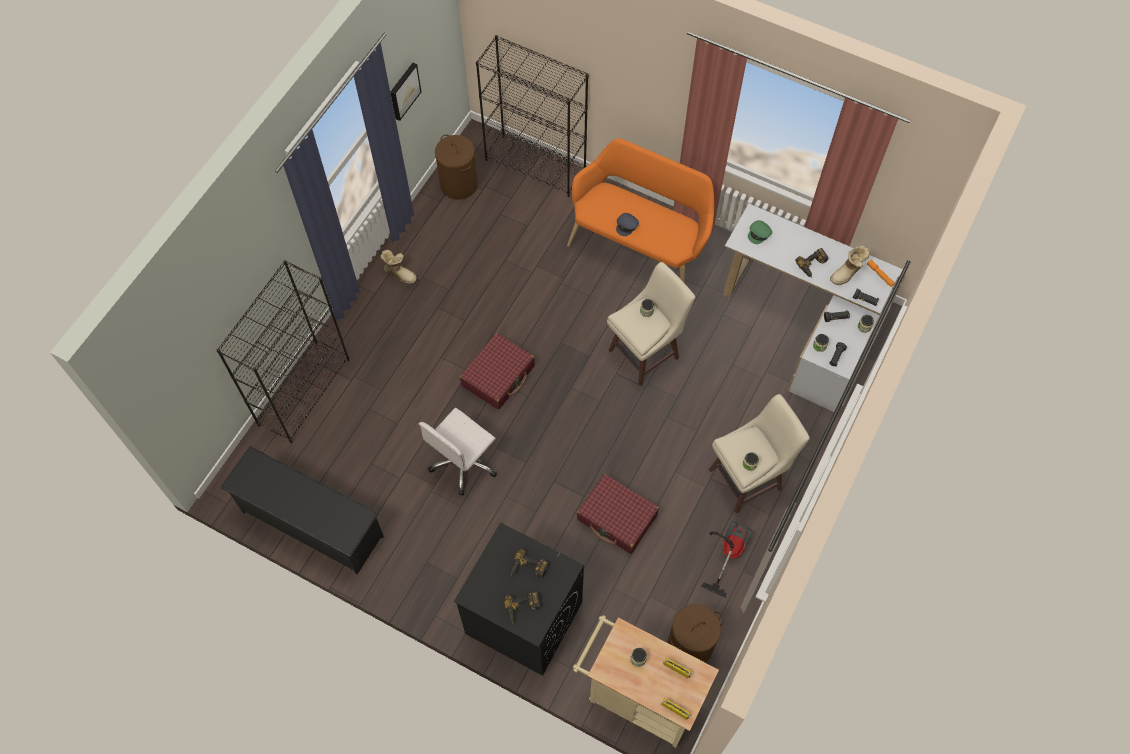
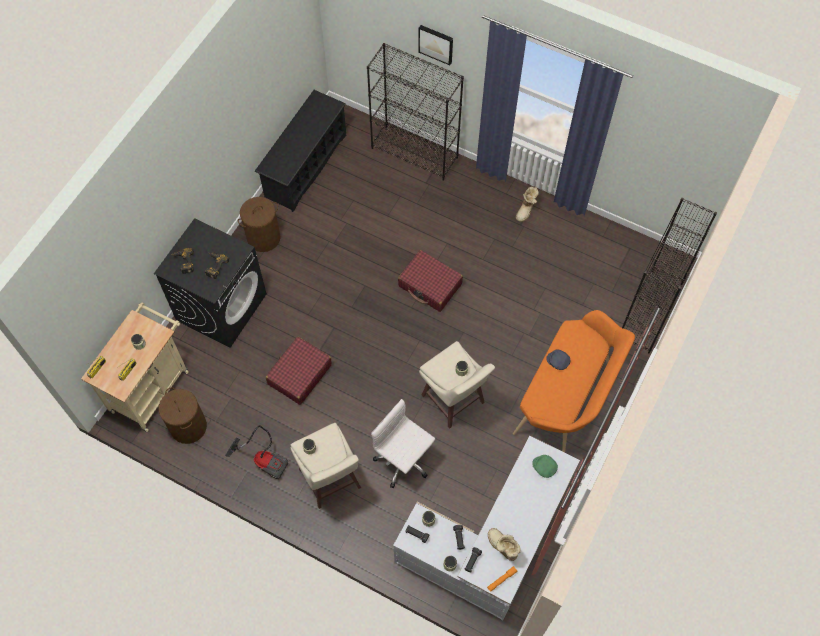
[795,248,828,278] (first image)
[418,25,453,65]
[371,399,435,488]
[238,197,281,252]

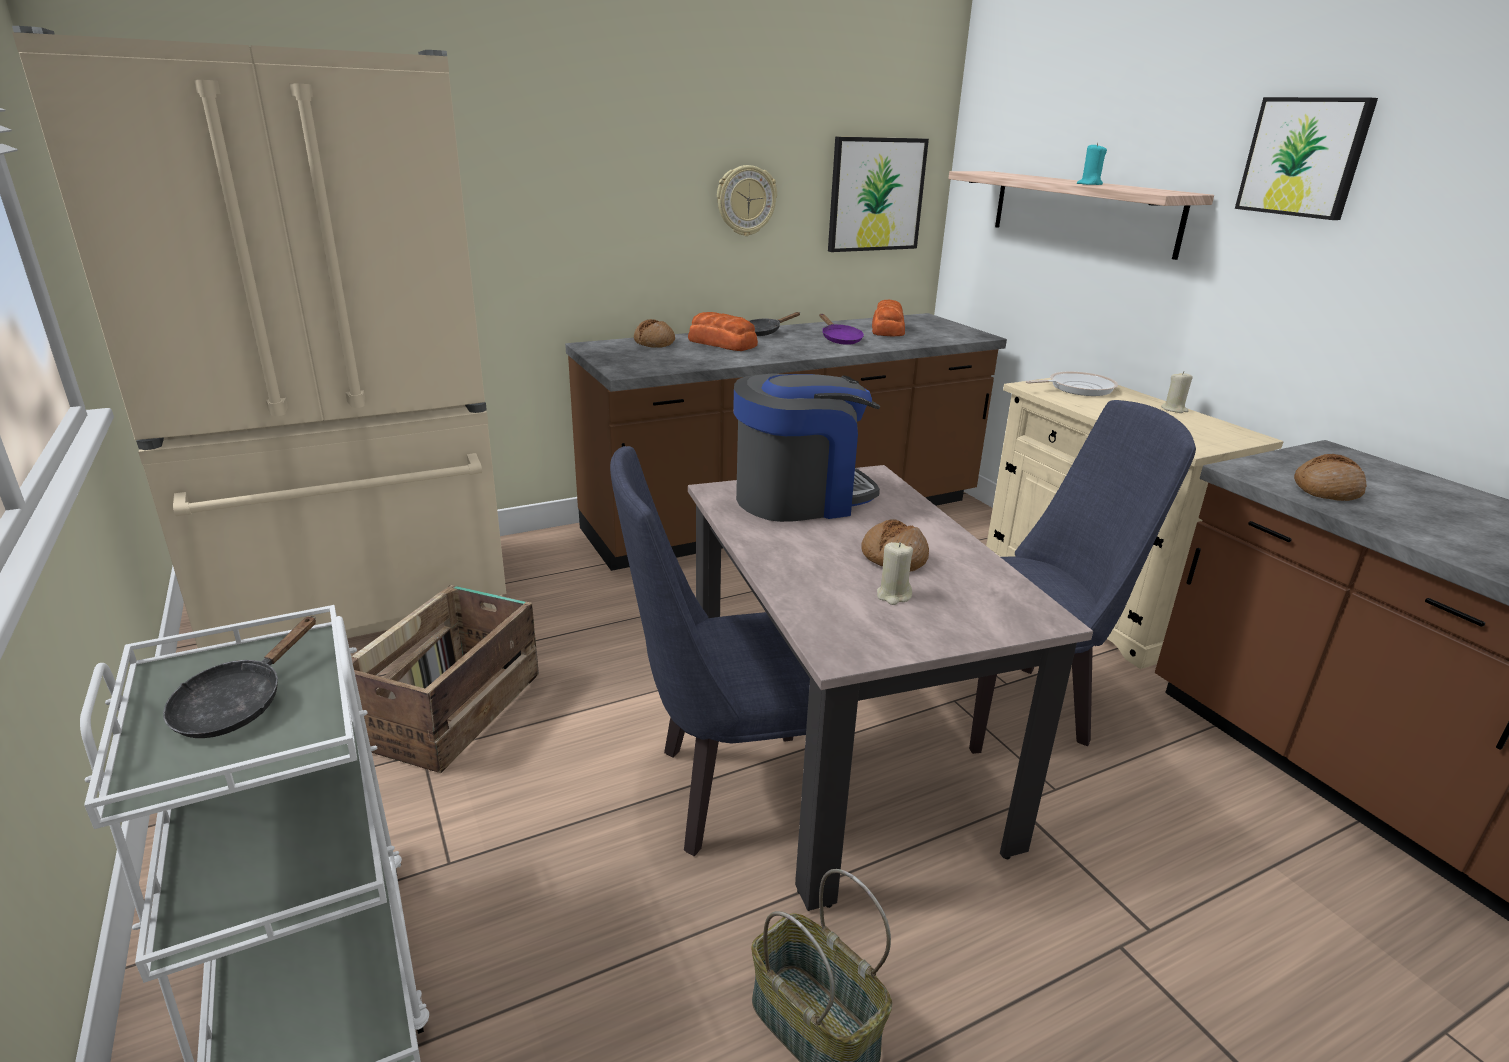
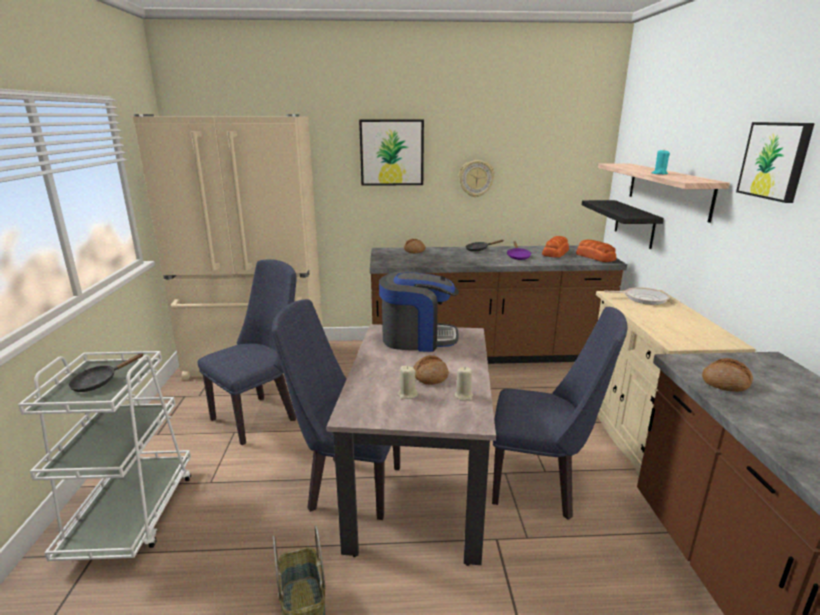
[582,200,664,249]
[576,240,616,262]
[359,119,424,186]
[455,367,473,401]
[198,259,297,445]

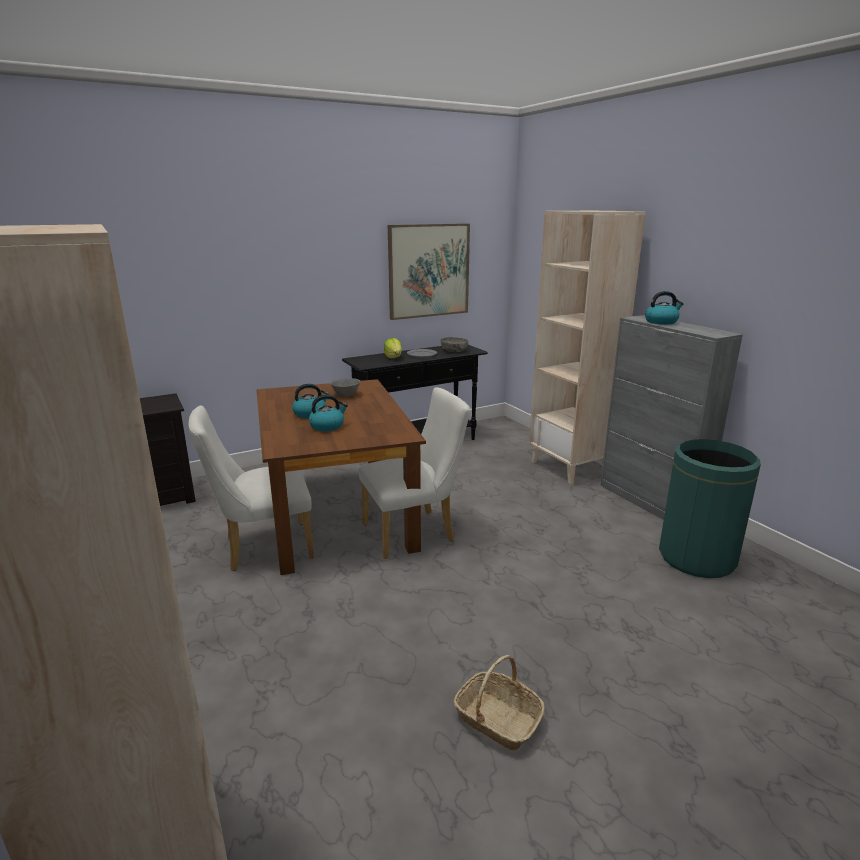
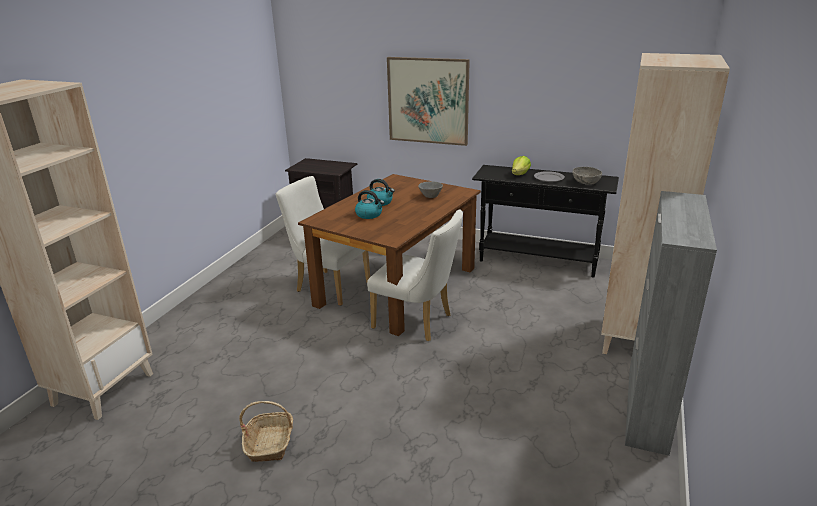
[645,291,684,325] (first image)
[659,439,761,578] (first image)
[387,57,470,146]

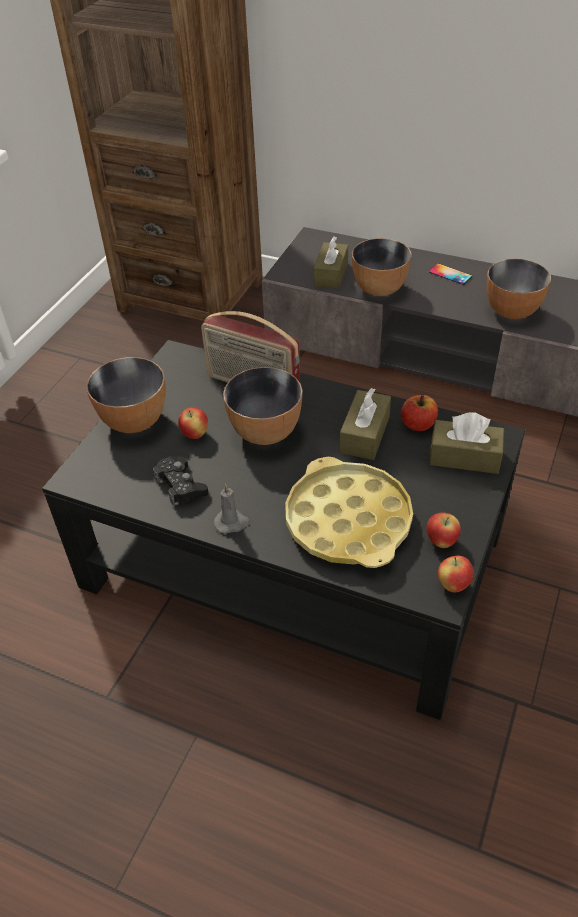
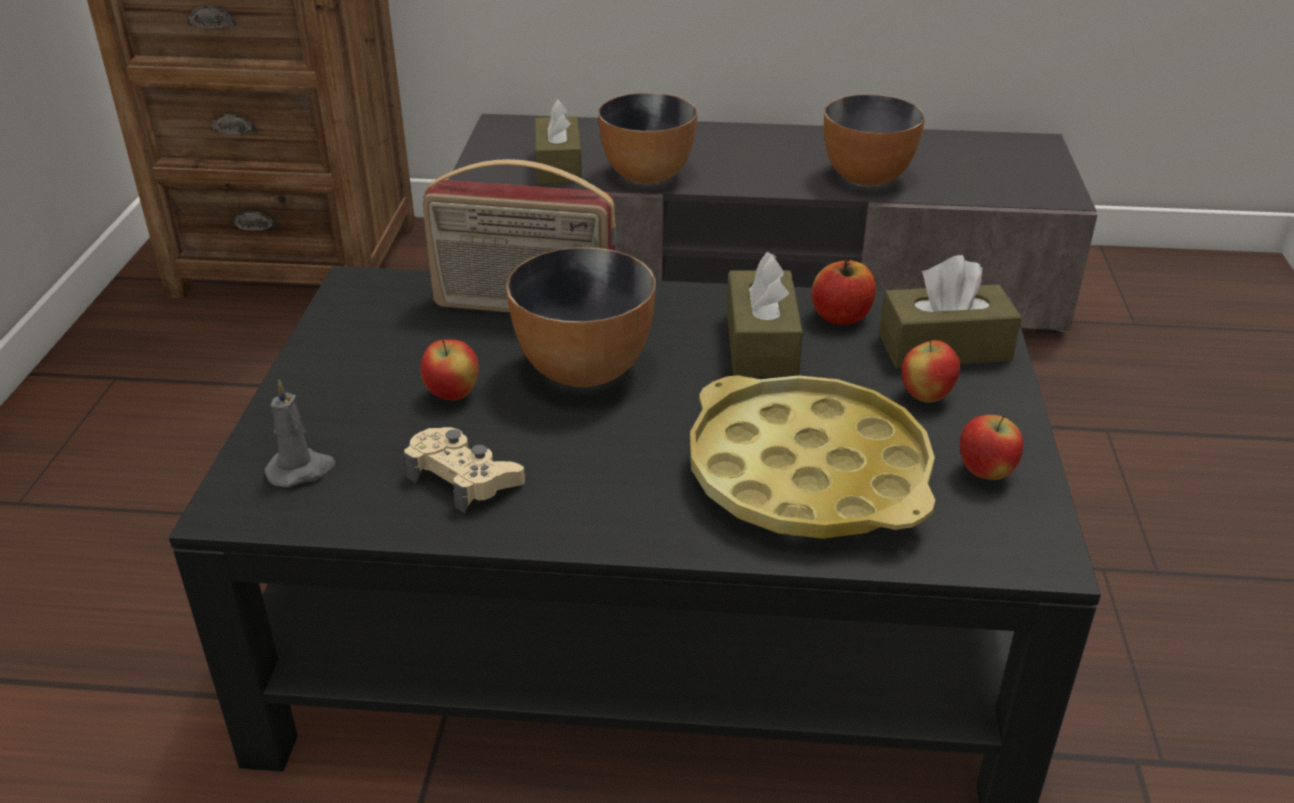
[86,357,166,433] (first image)
[429,263,472,285] (first image)
[265,379,335,487]
[902,337,961,402]
[404,427,525,513]

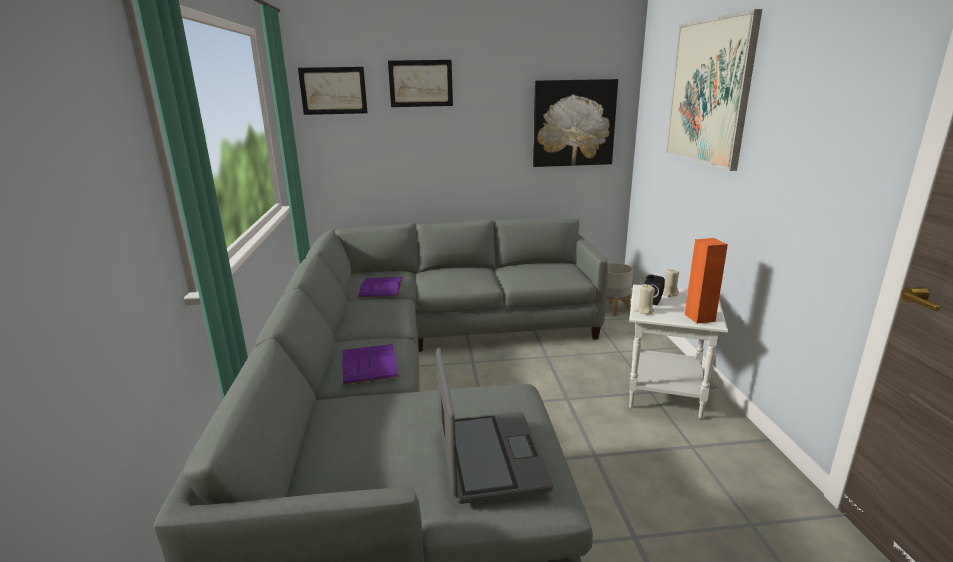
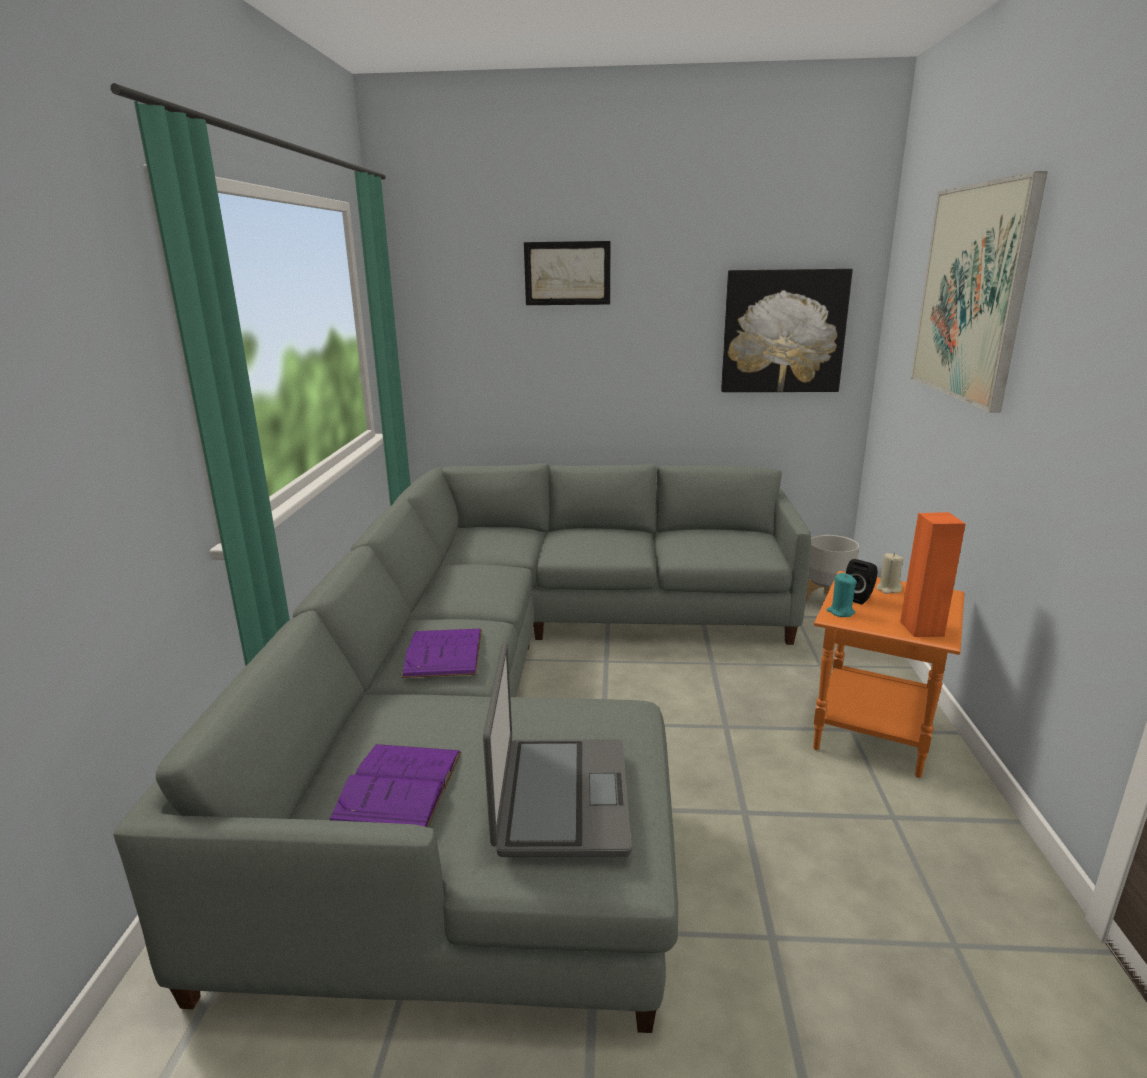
[298,67,368,115] (first image)
[330,744,461,827]
[813,571,965,778]
[827,573,857,617]

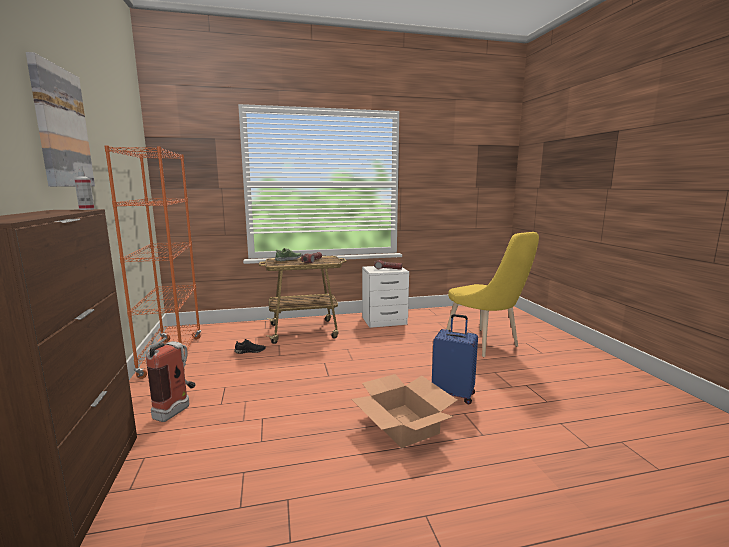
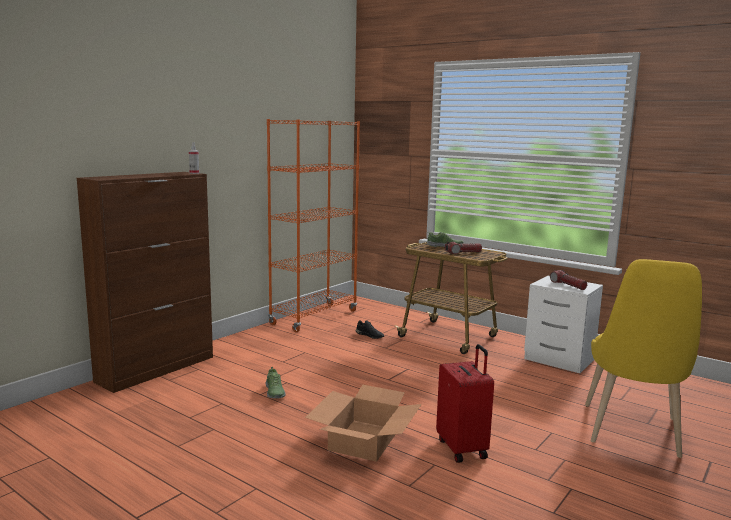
[26,52,95,187] (first image)
[146,338,195,422] (first image)
[265,367,285,399]
[436,344,494,463]

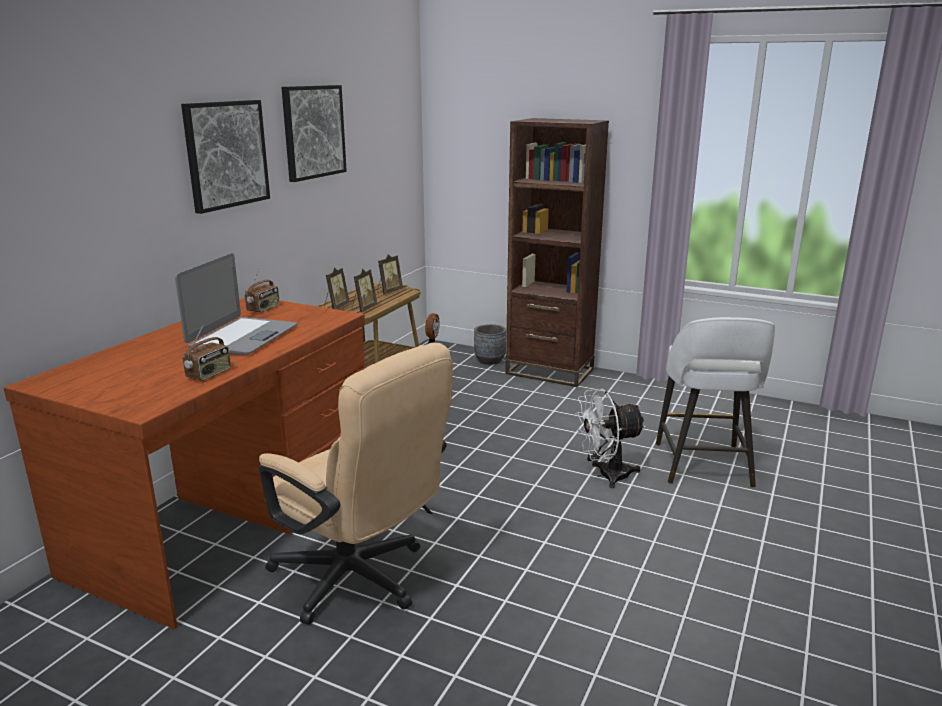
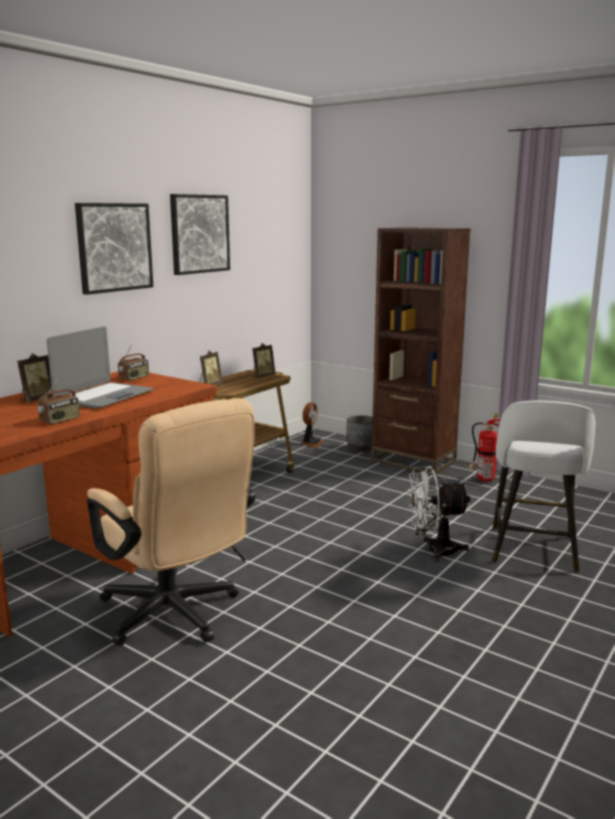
[468,414,501,482]
[17,353,52,403]

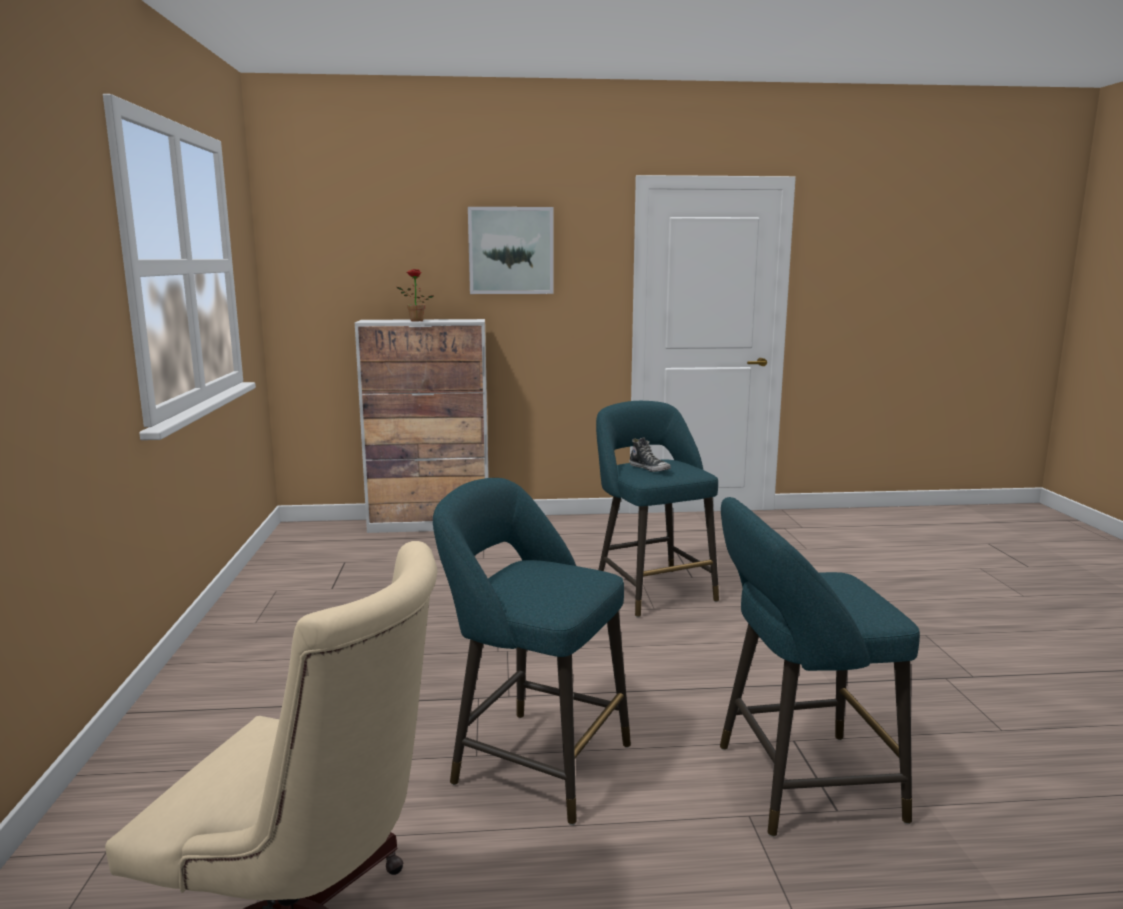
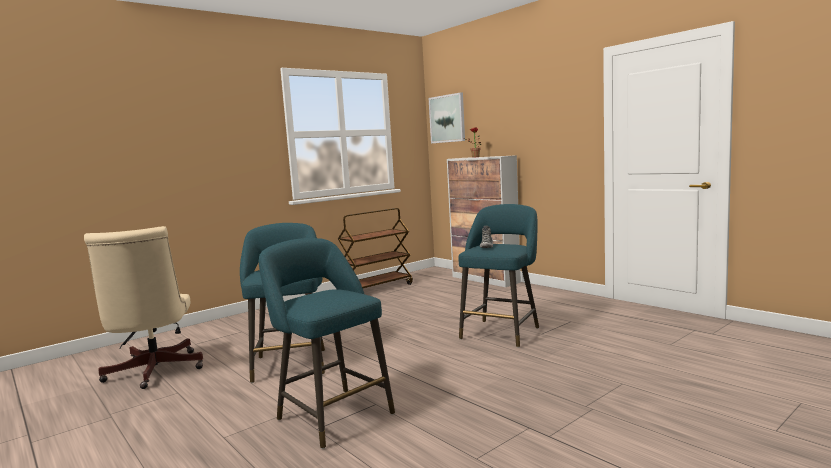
[338,208,413,288]
[429,92,465,143]

